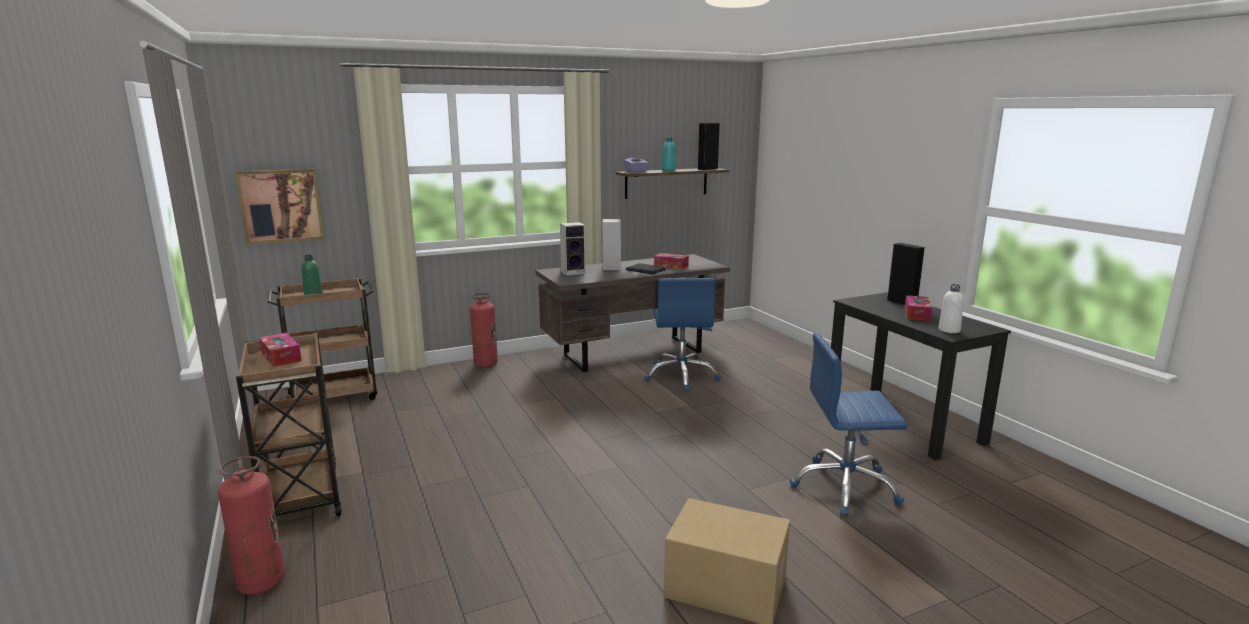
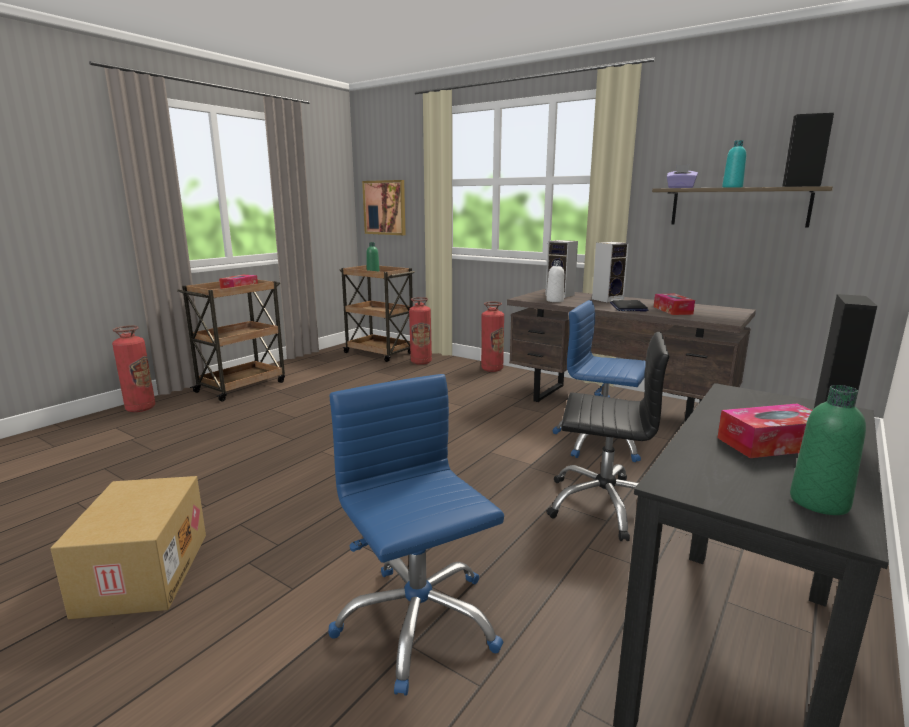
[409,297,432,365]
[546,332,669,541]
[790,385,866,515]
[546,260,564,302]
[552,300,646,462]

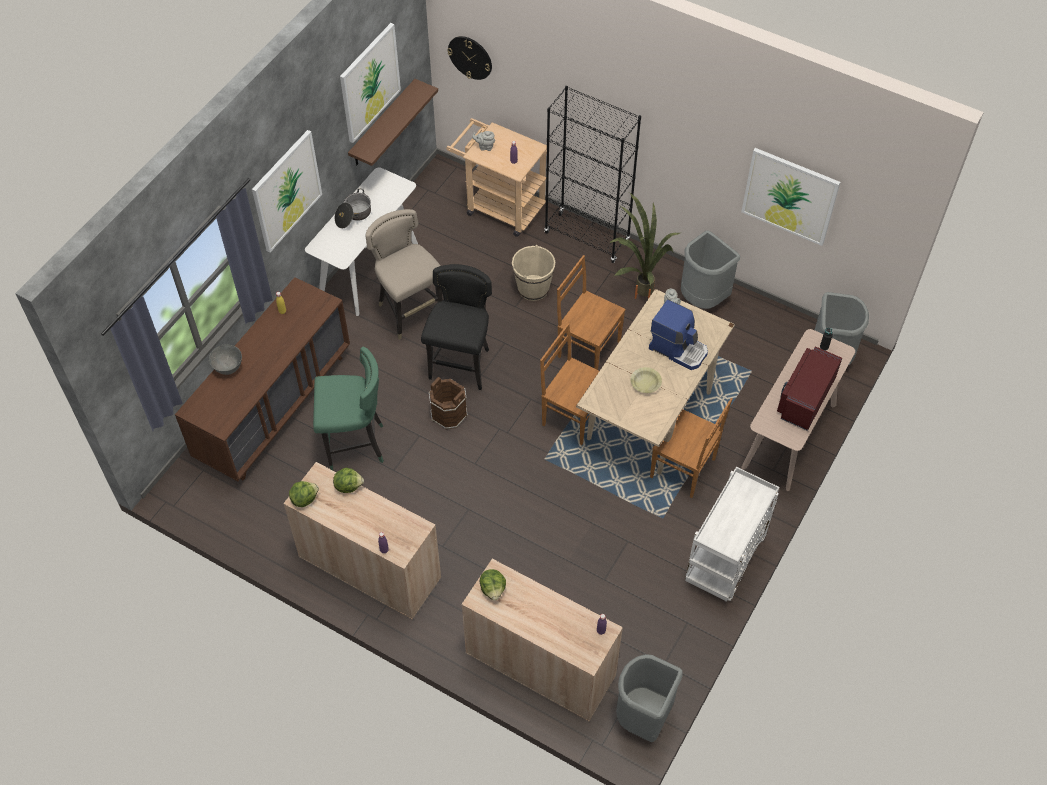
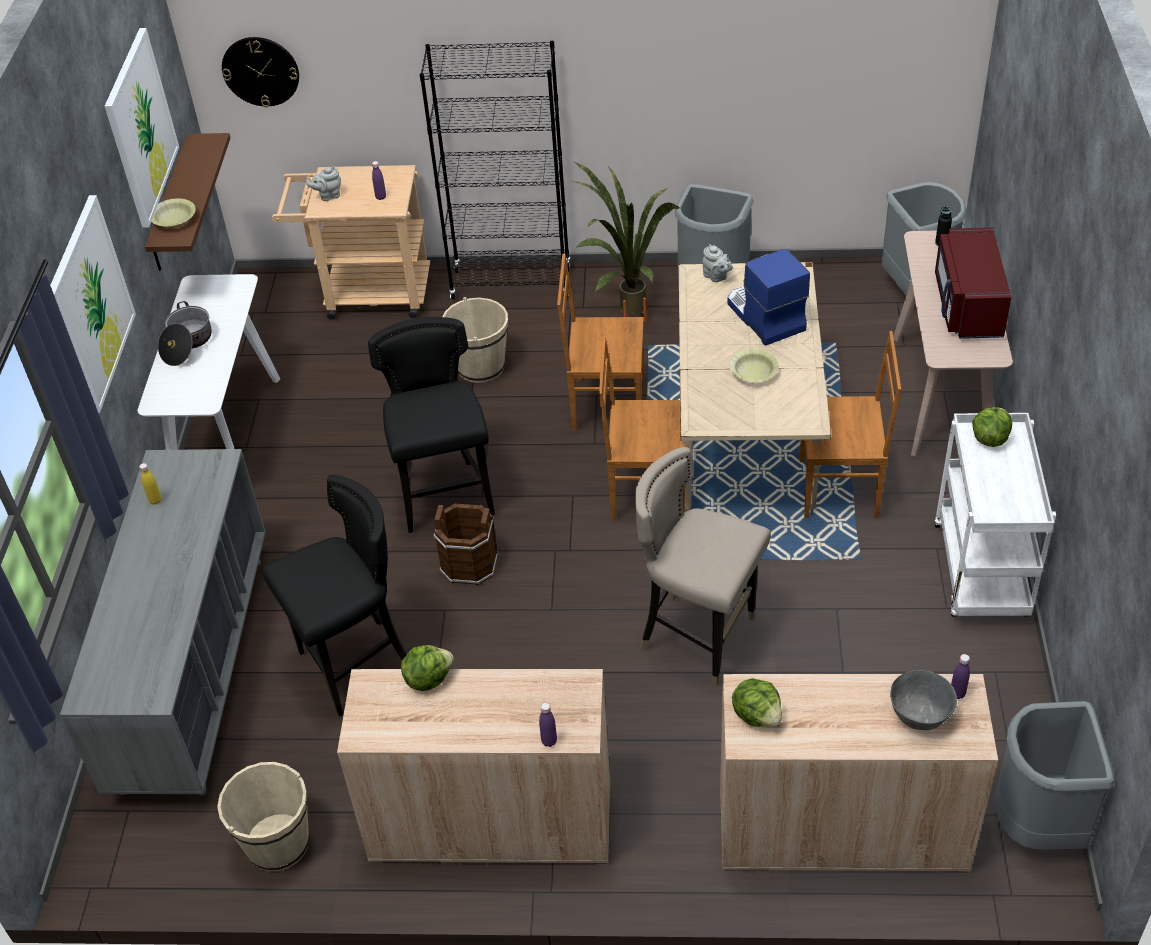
[741,148,840,246] (first image)
[151,198,196,227]
[217,762,309,871]
[890,670,957,730]
[972,407,1012,447]
[635,447,771,687]
[60,449,266,795]
[262,475,407,716]
[727,249,810,346]

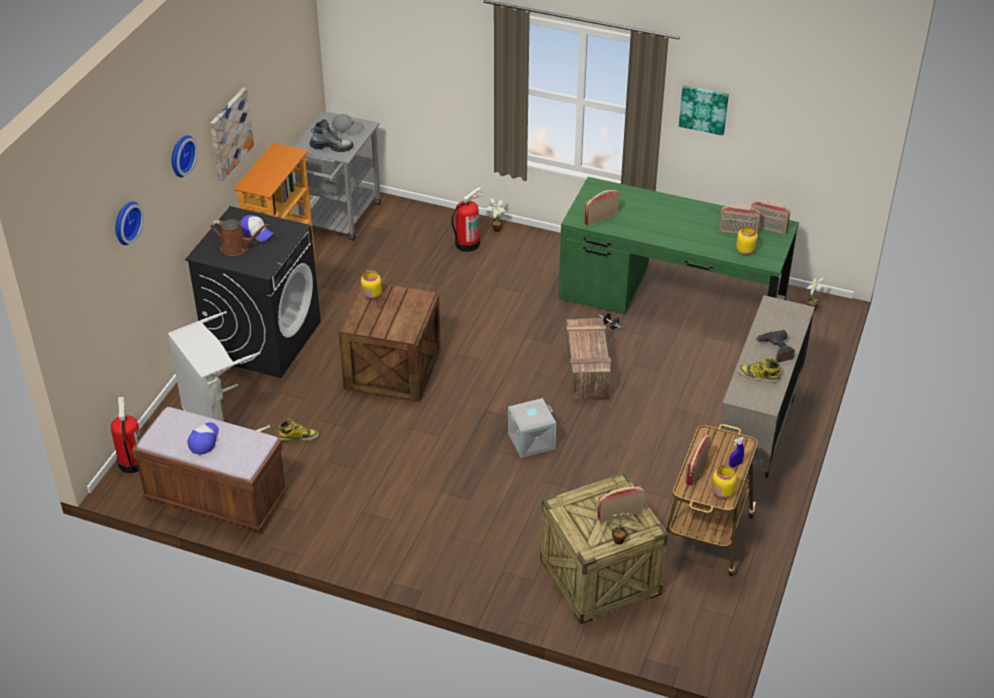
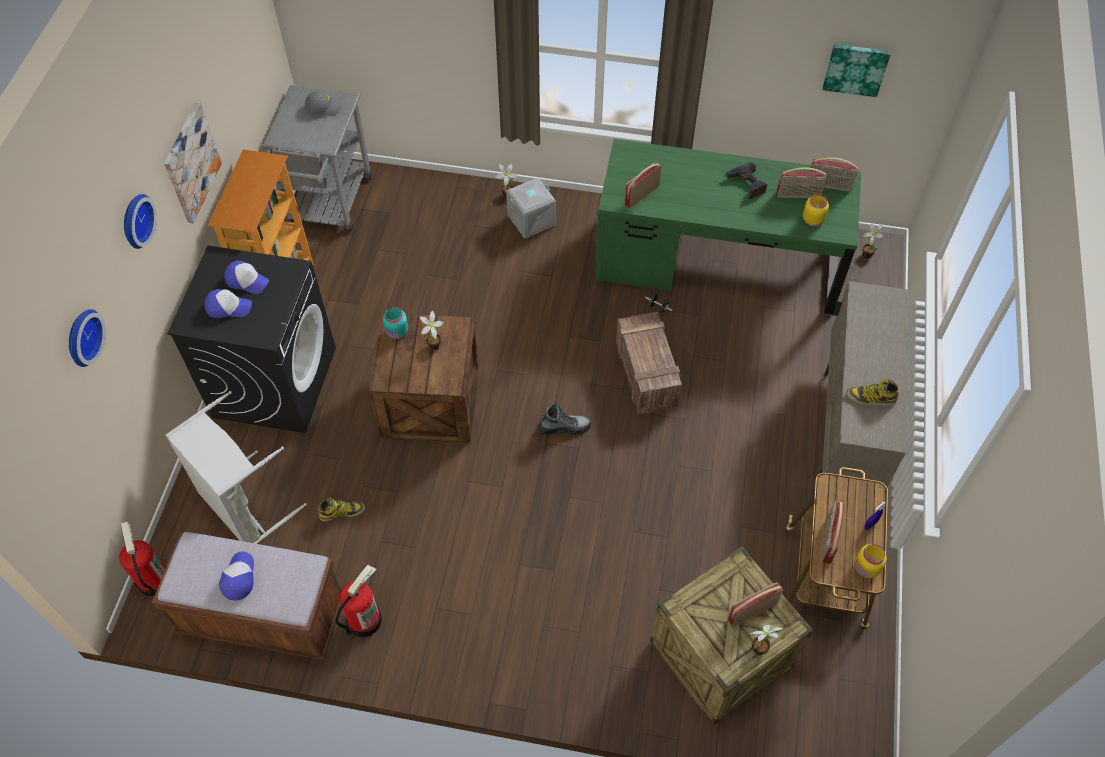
[420,311,443,350]
[537,403,591,435]
[335,565,382,637]
[506,178,556,239]
[823,44,890,97]
[725,162,767,199]
[204,289,252,318]
[383,307,408,339]

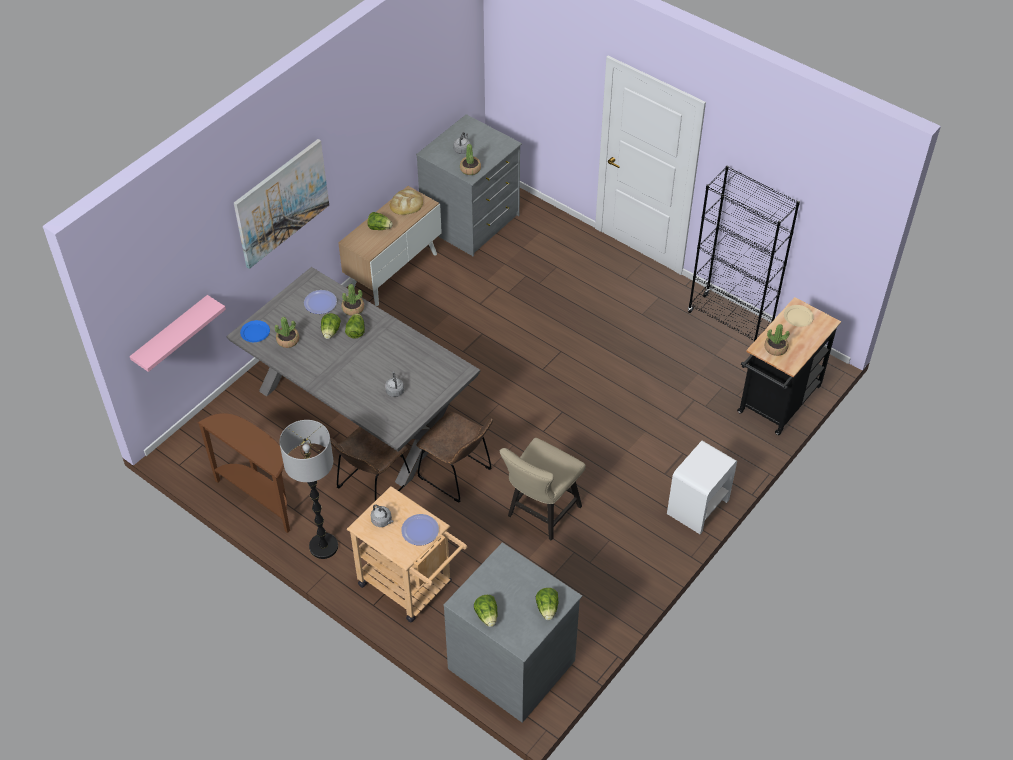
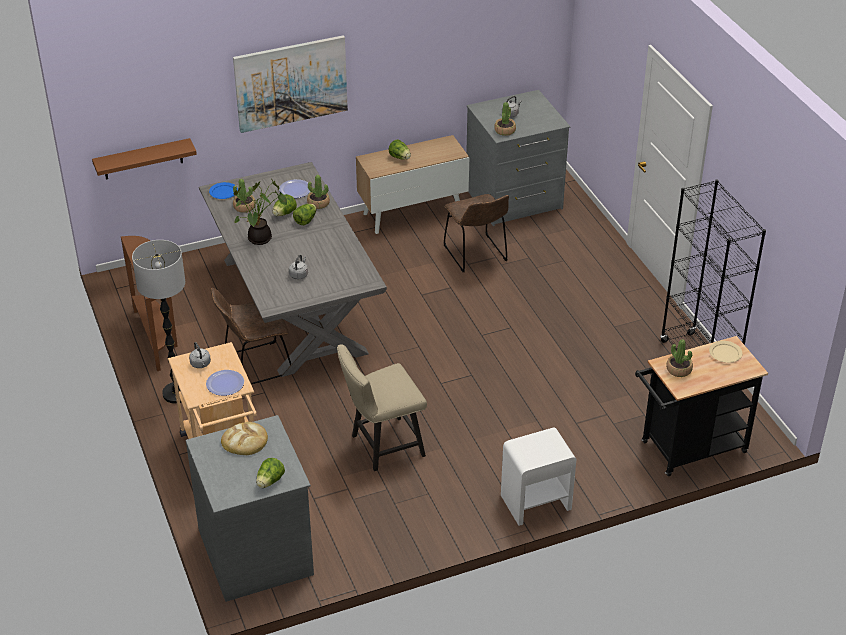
[474,595,498,627] (first image)
[234,180,287,245]
[221,422,268,455]
[444,194,509,272]
[92,138,197,180]

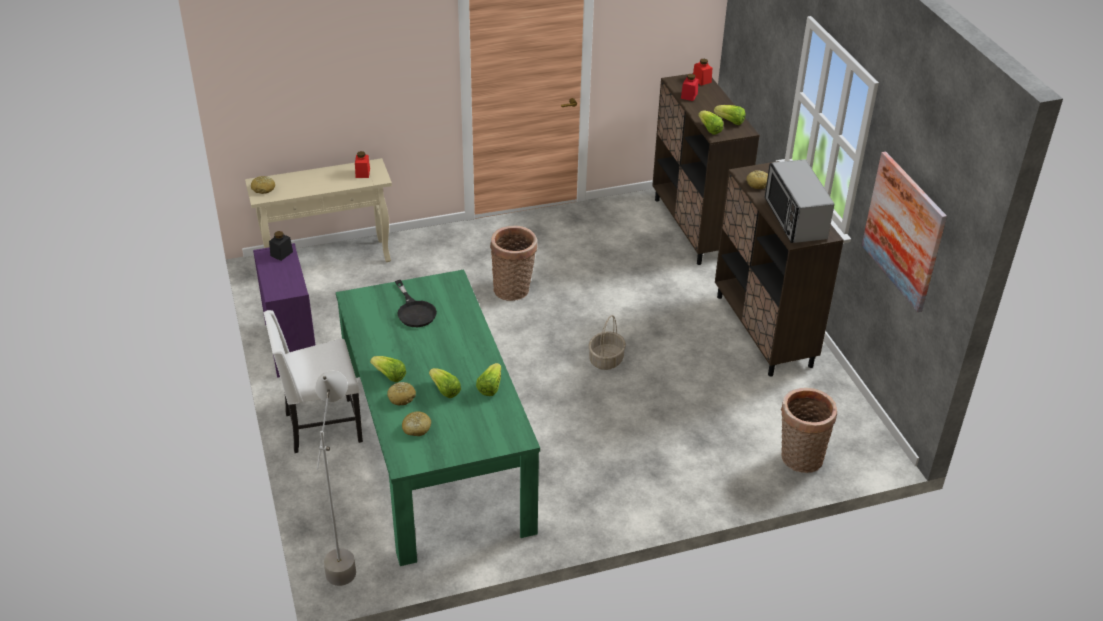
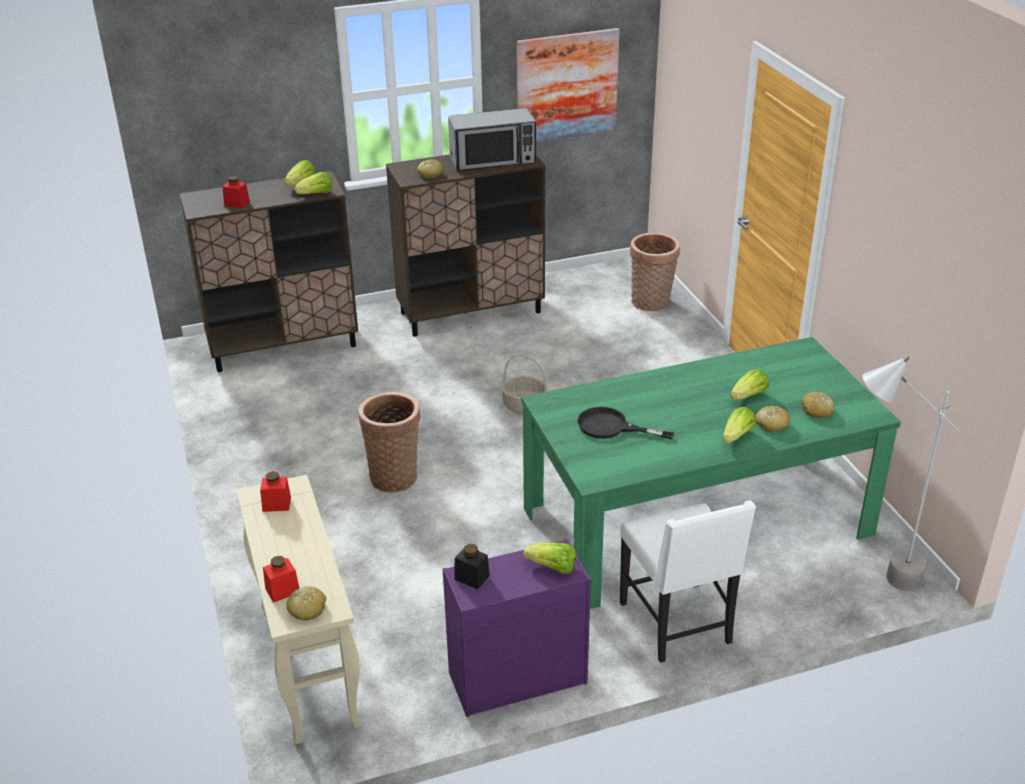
[523,543,576,574]
[263,556,299,603]
[577,407,674,439]

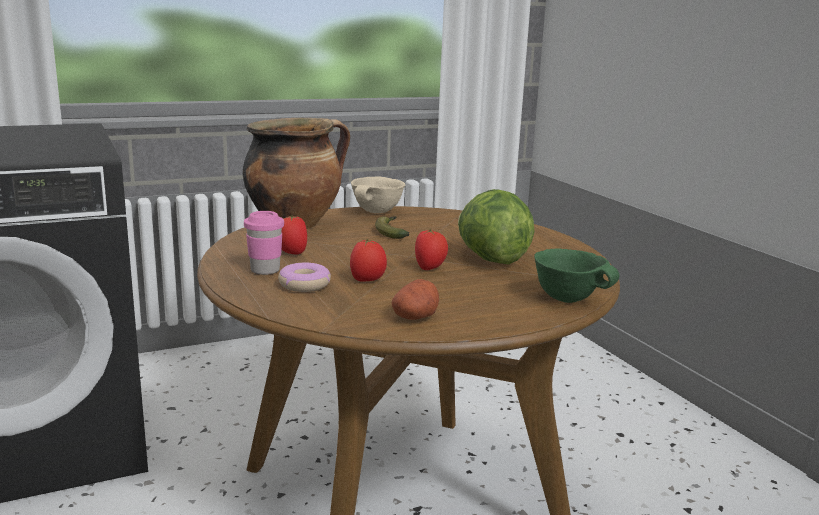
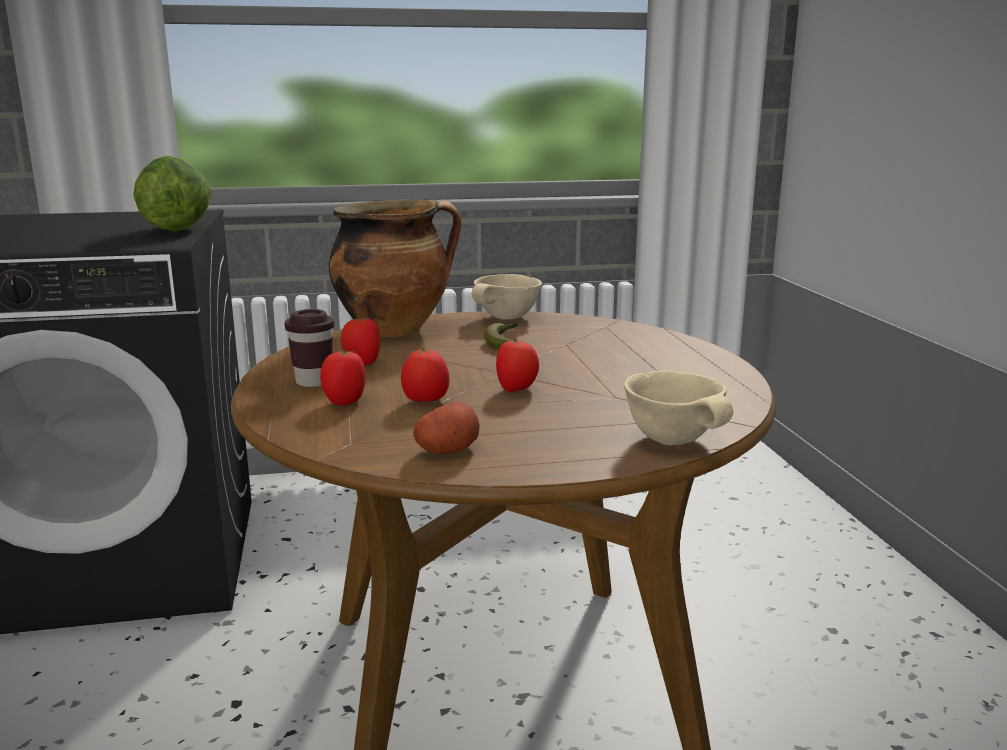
[133,156,211,232]
[320,350,366,406]
[285,309,334,387]
[624,371,733,445]

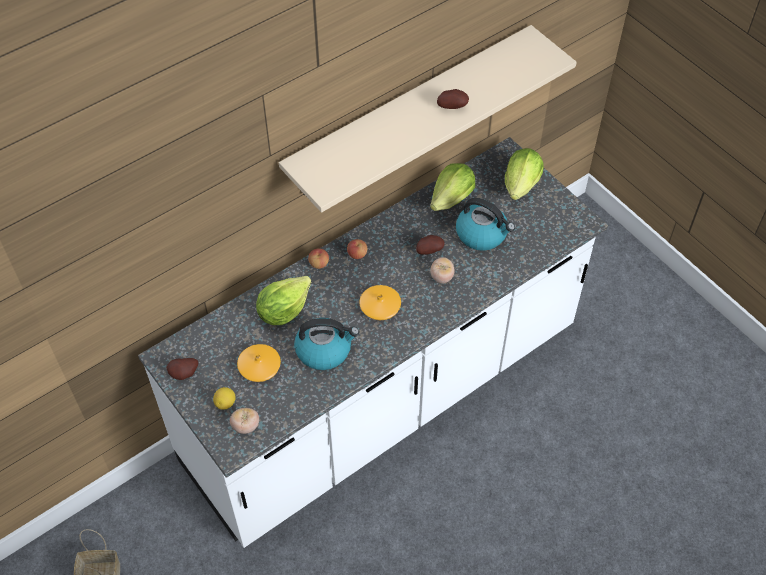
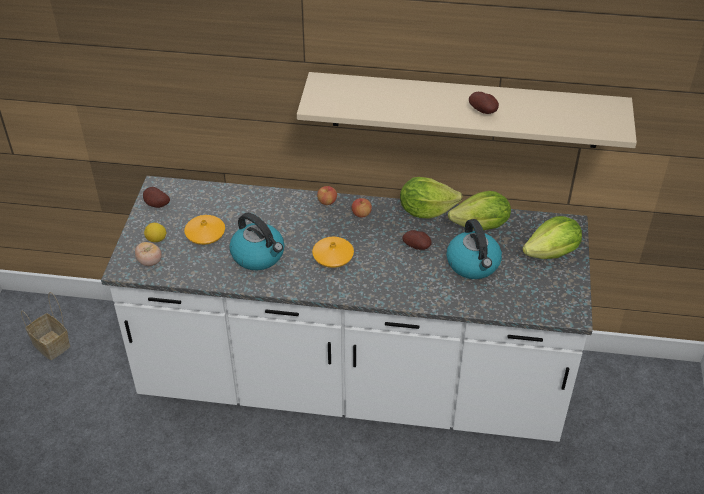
[430,257,455,283] (first image)
[400,177,463,218]

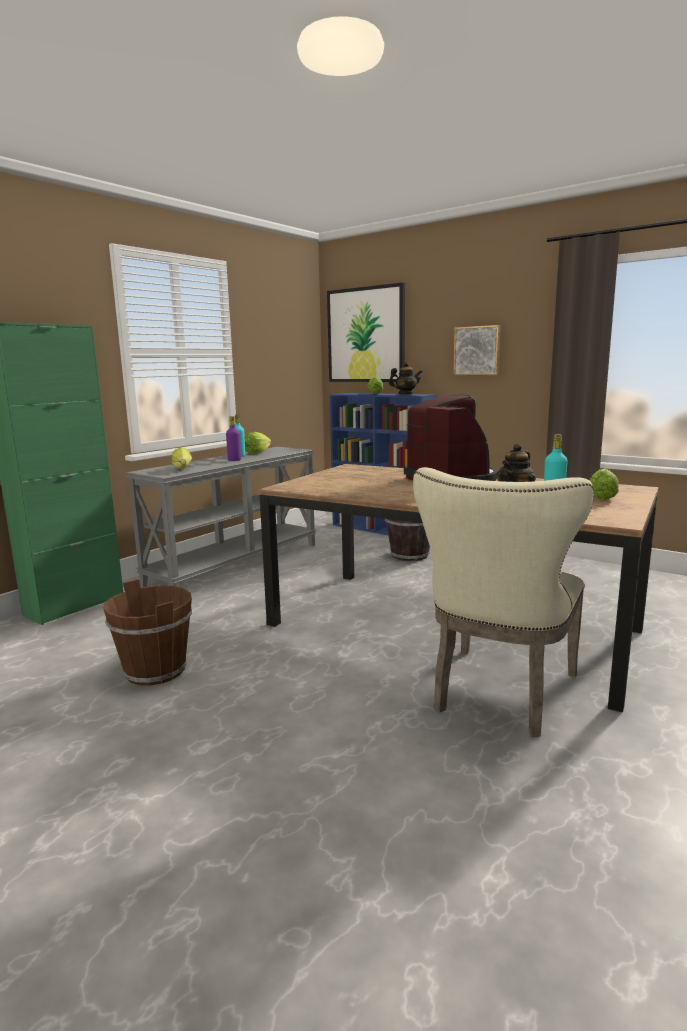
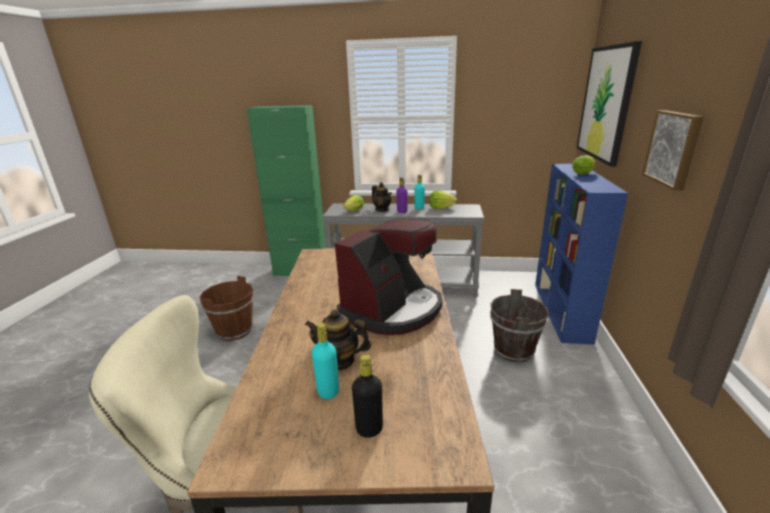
[372,182,392,211]
[352,355,383,438]

